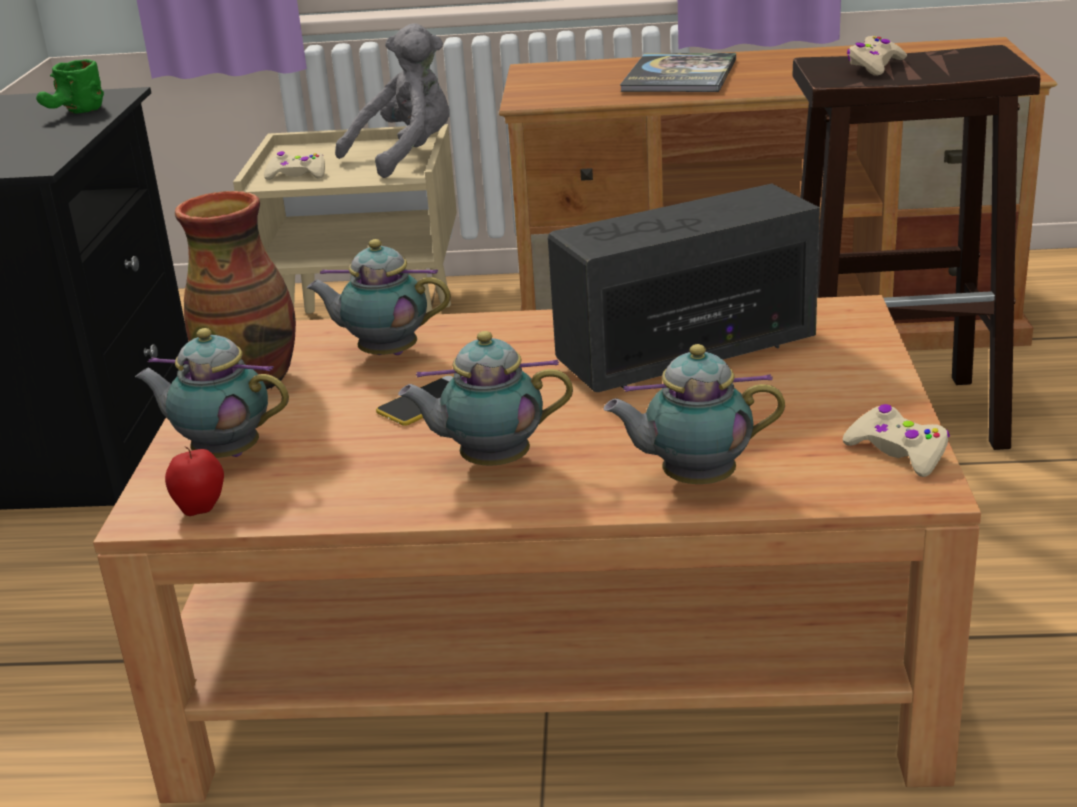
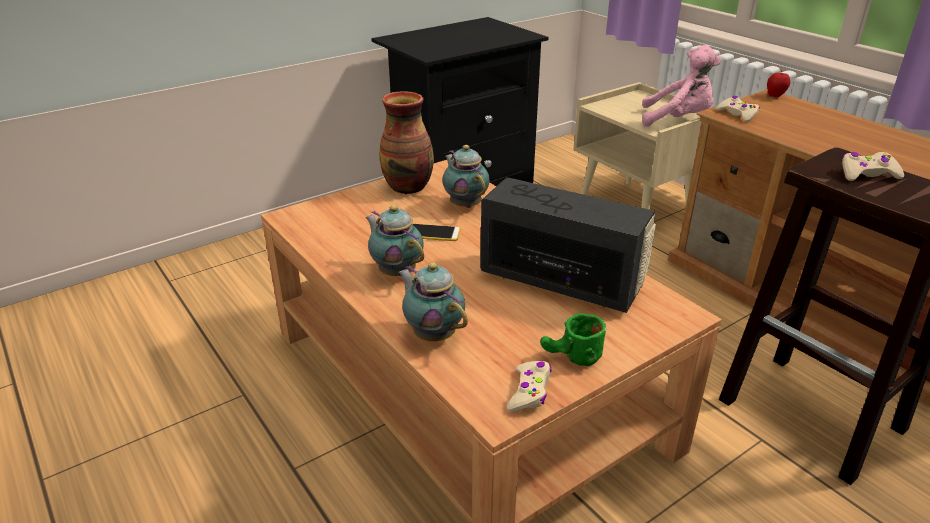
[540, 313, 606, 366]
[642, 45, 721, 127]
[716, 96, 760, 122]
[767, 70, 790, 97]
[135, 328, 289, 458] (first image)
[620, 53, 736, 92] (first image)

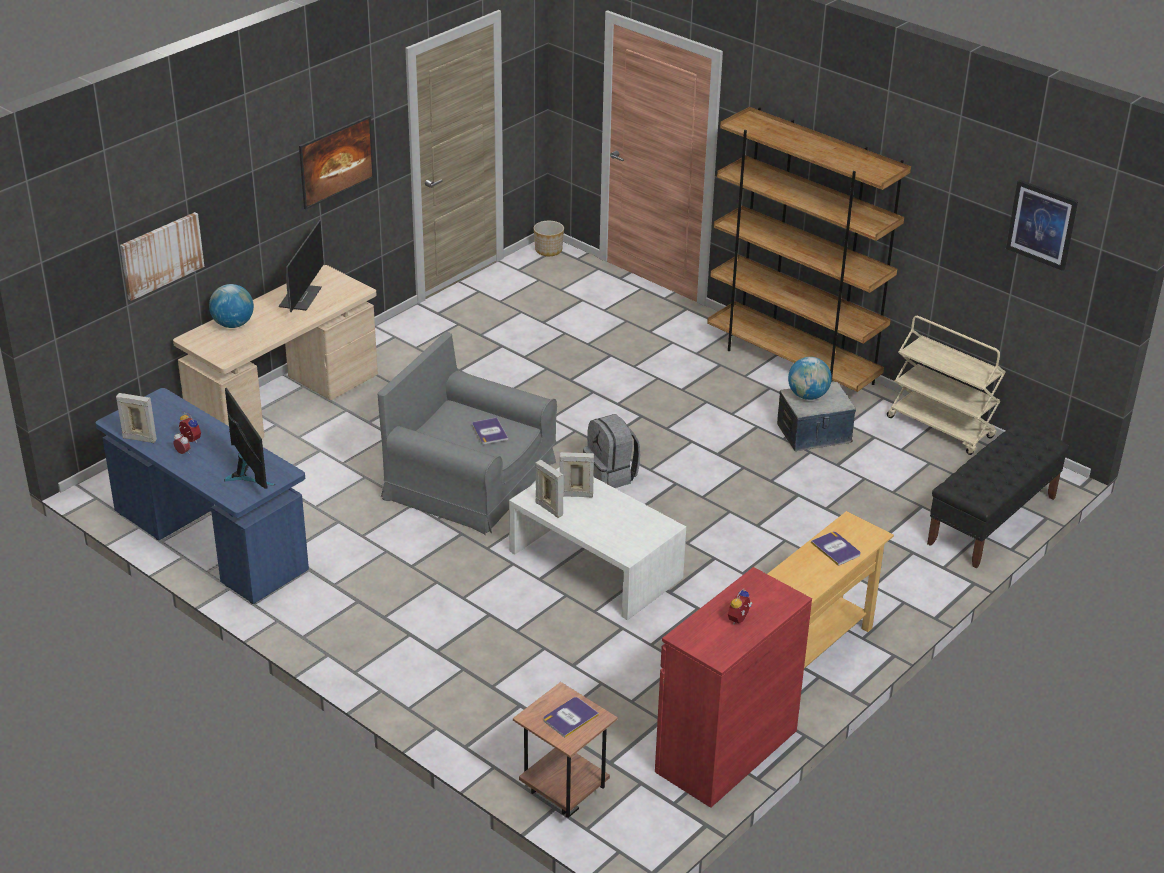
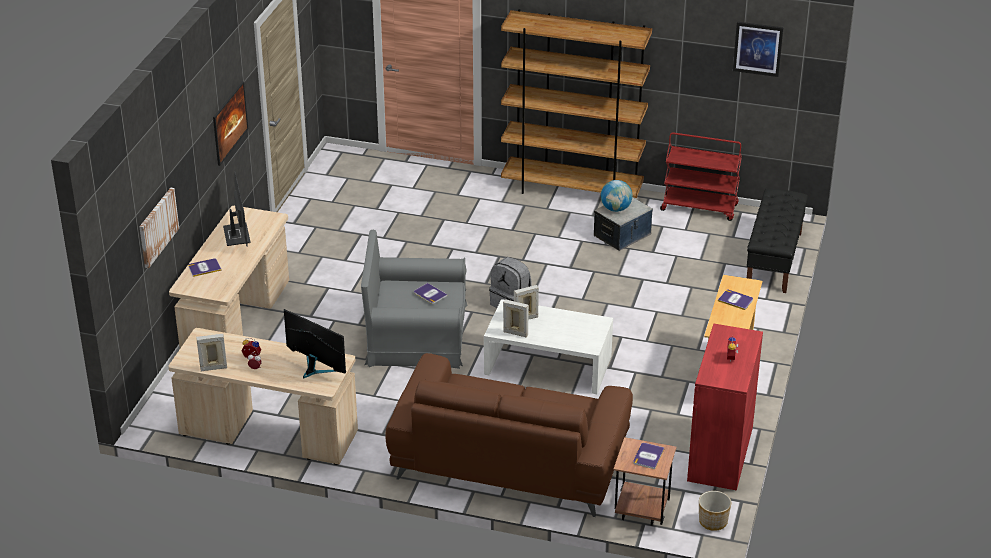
[168, 328, 358, 465]
[188, 258, 222, 277]
[385, 353, 633, 517]
[660, 132, 742, 221]
[699, 491, 731, 531]

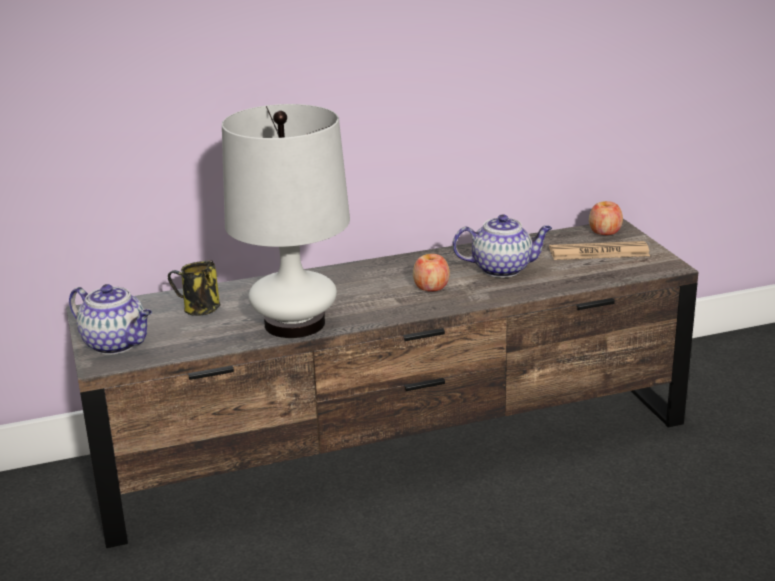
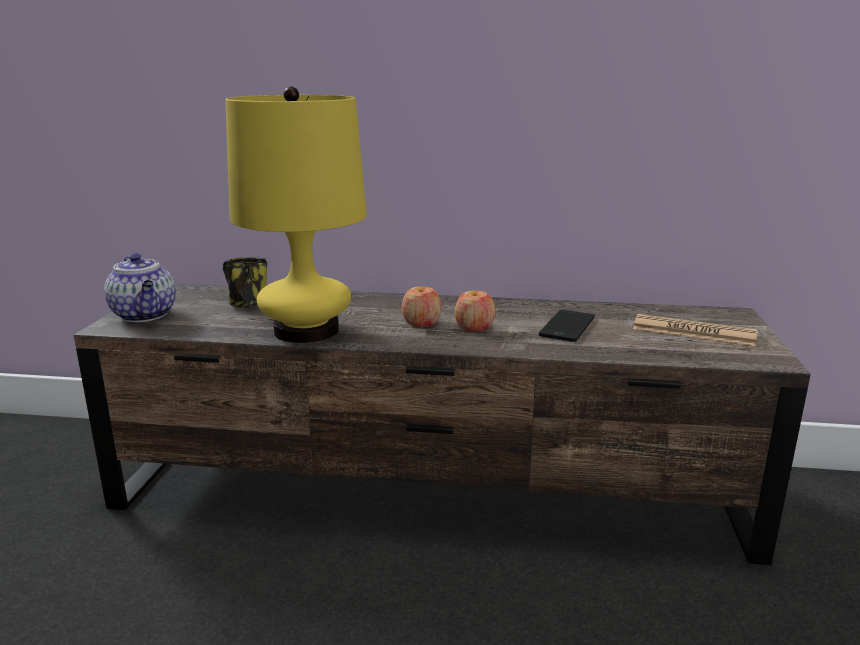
[225, 86, 367, 343]
[402, 287, 442, 327]
[539, 310, 595, 342]

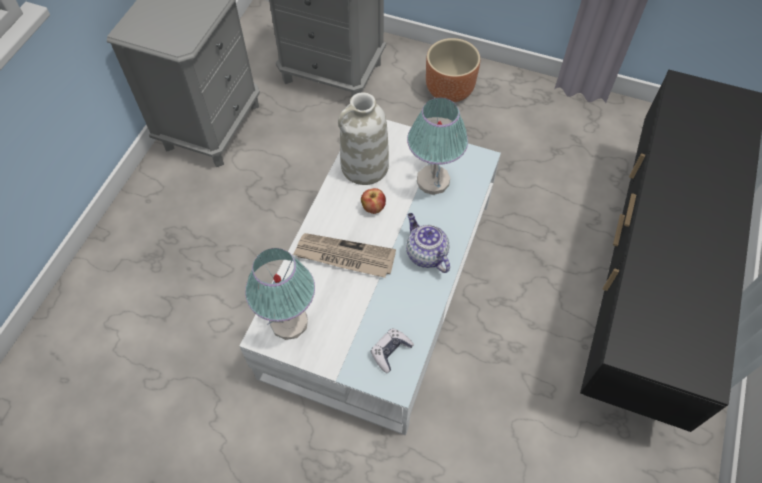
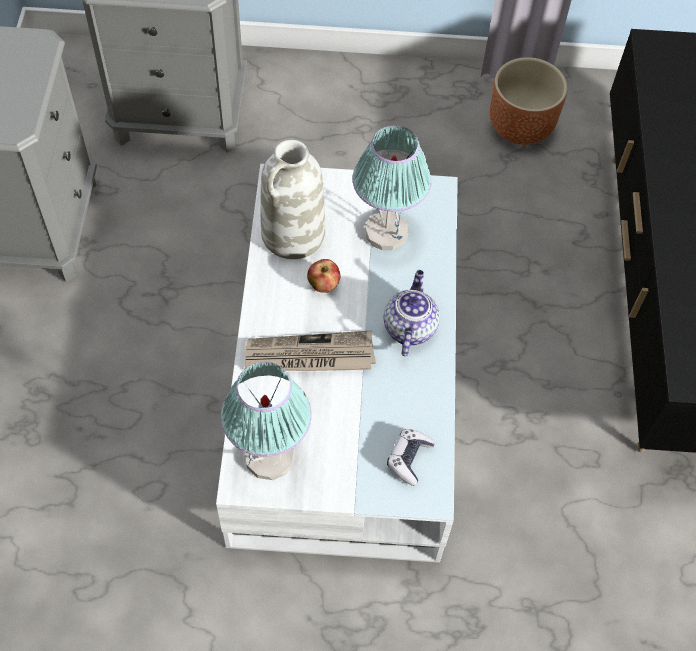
[383, 270, 440, 356]
[490, 57, 568, 145]

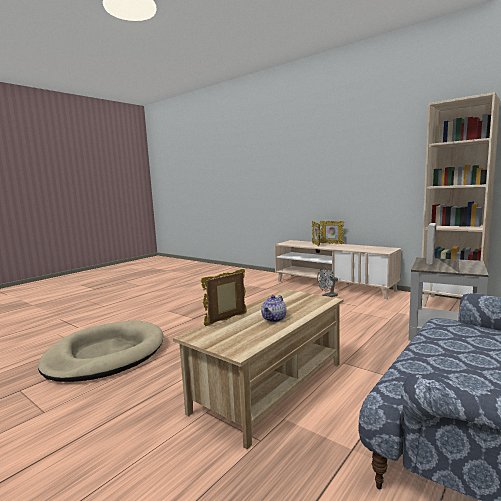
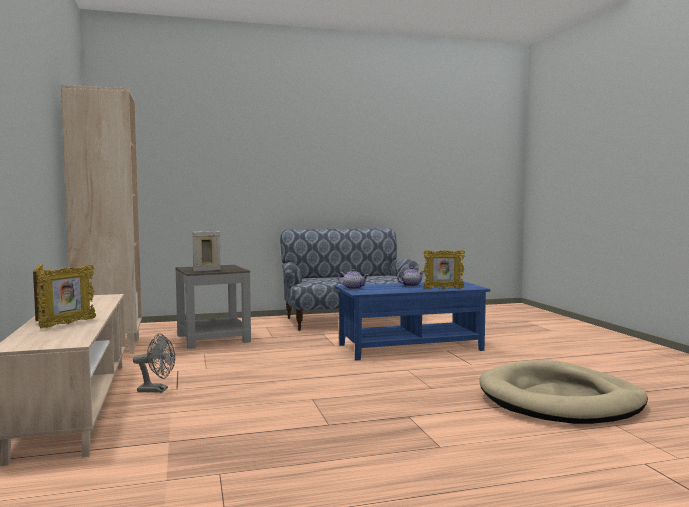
[335, 281, 490, 360]
[338, 269, 369, 290]

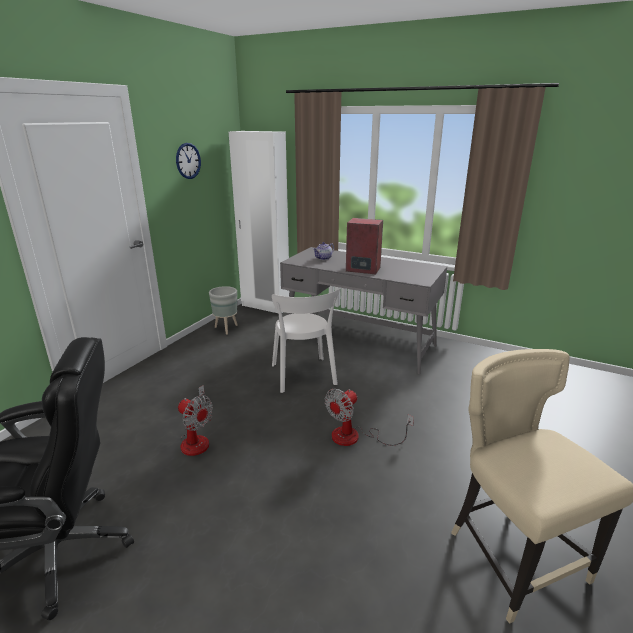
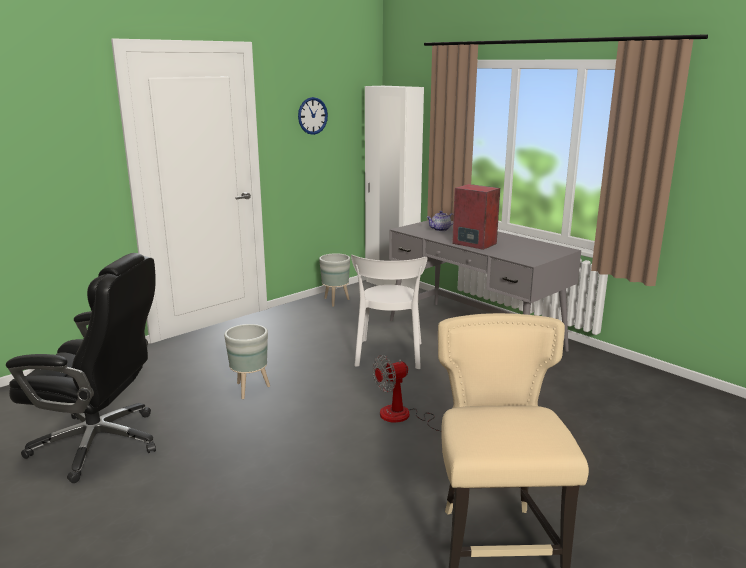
[224, 324, 270, 399]

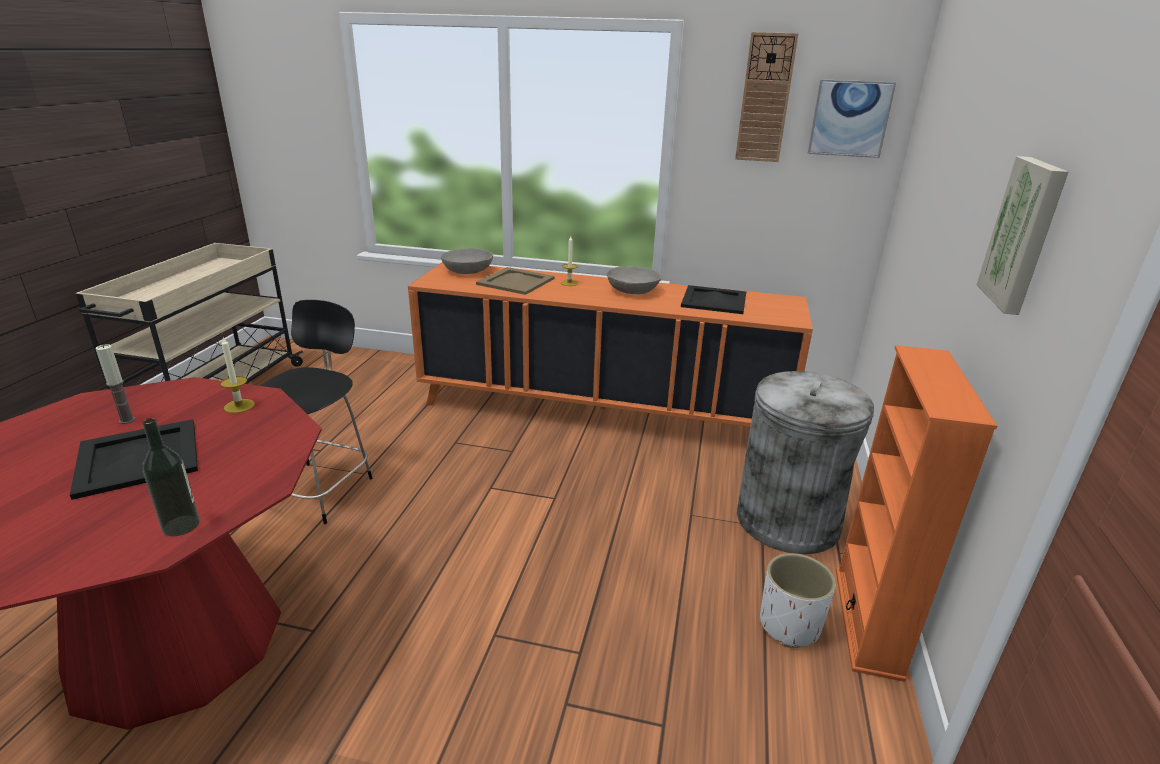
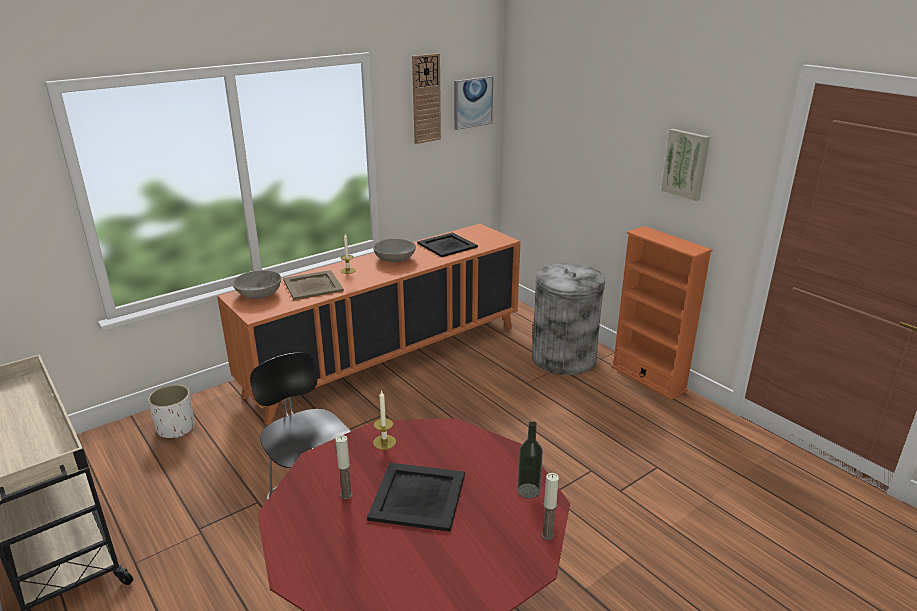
[148, 385, 195, 439]
[541, 473, 559, 540]

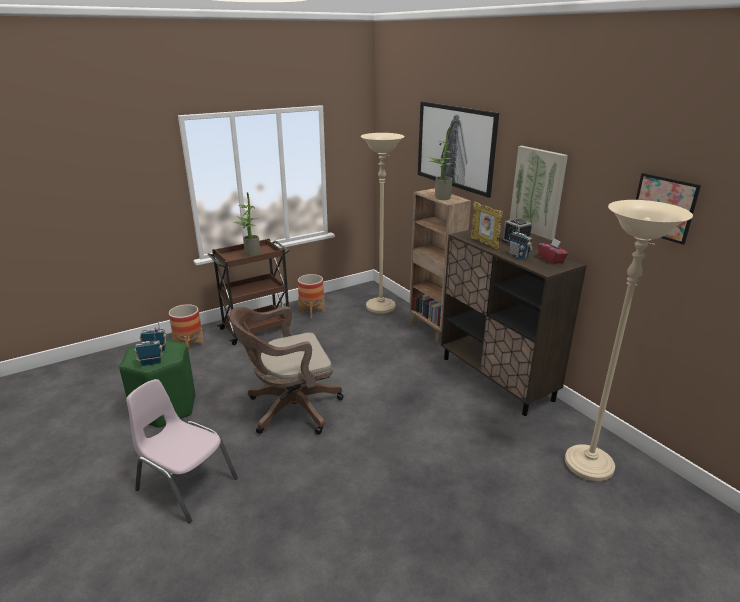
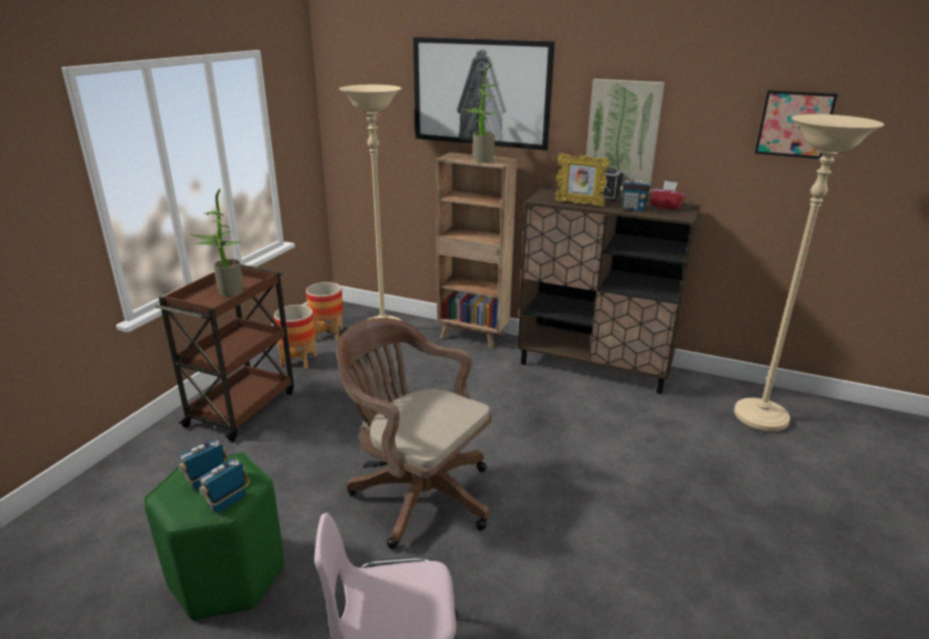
[306, 282, 343, 340]
[337, 318, 492, 549]

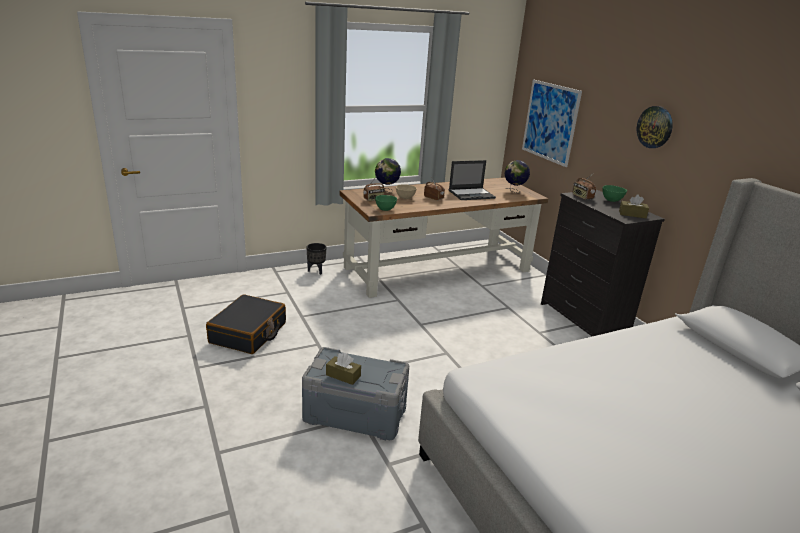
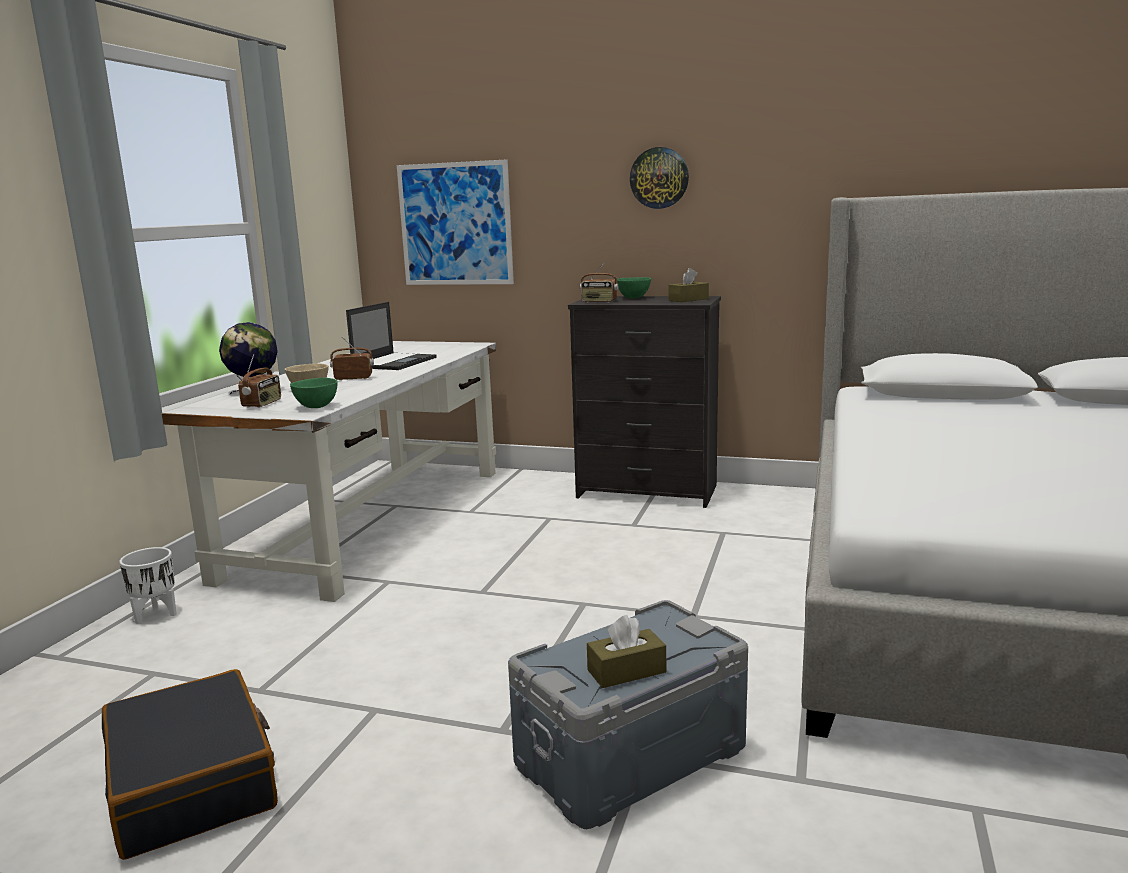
[119, 547, 177, 624]
[161, 341, 496, 602]
[505, 160, 530, 193] (first image)

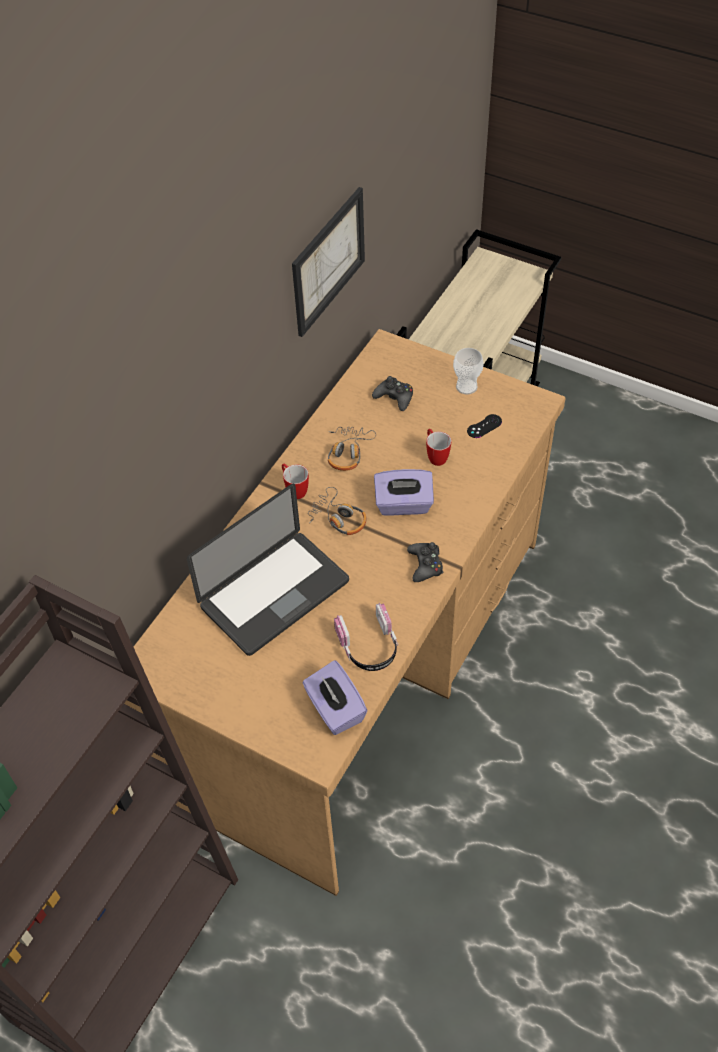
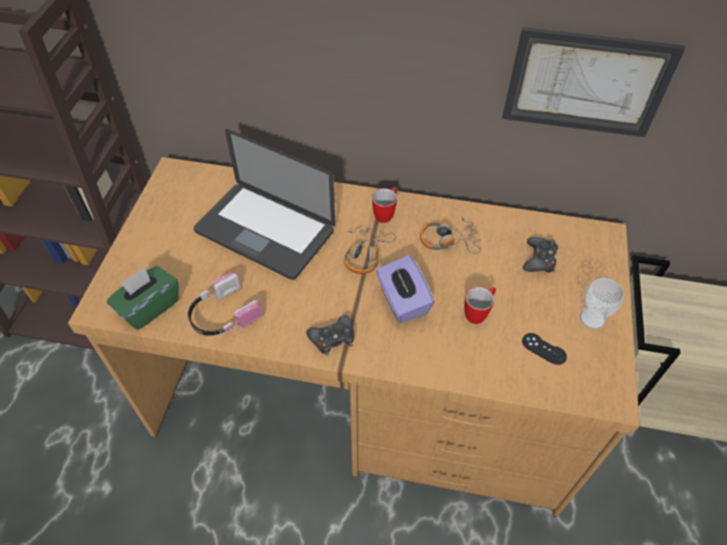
[107, 266, 179, 330]

